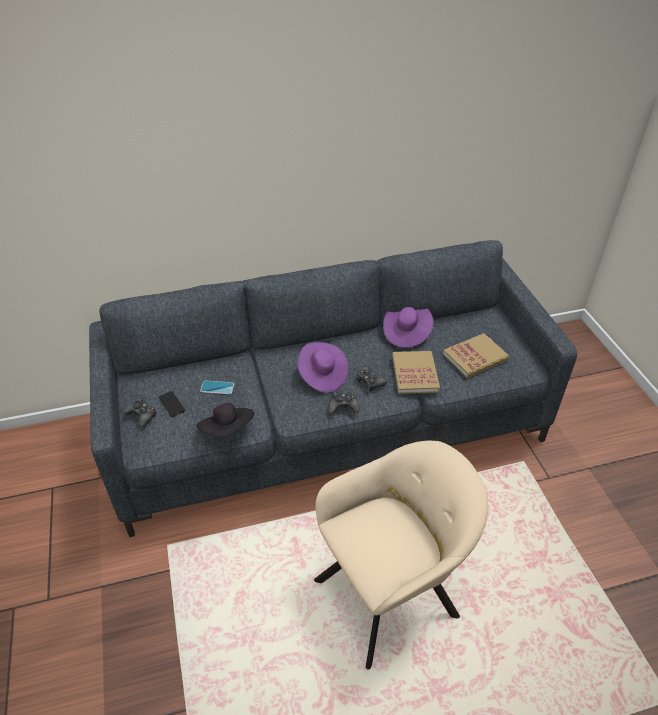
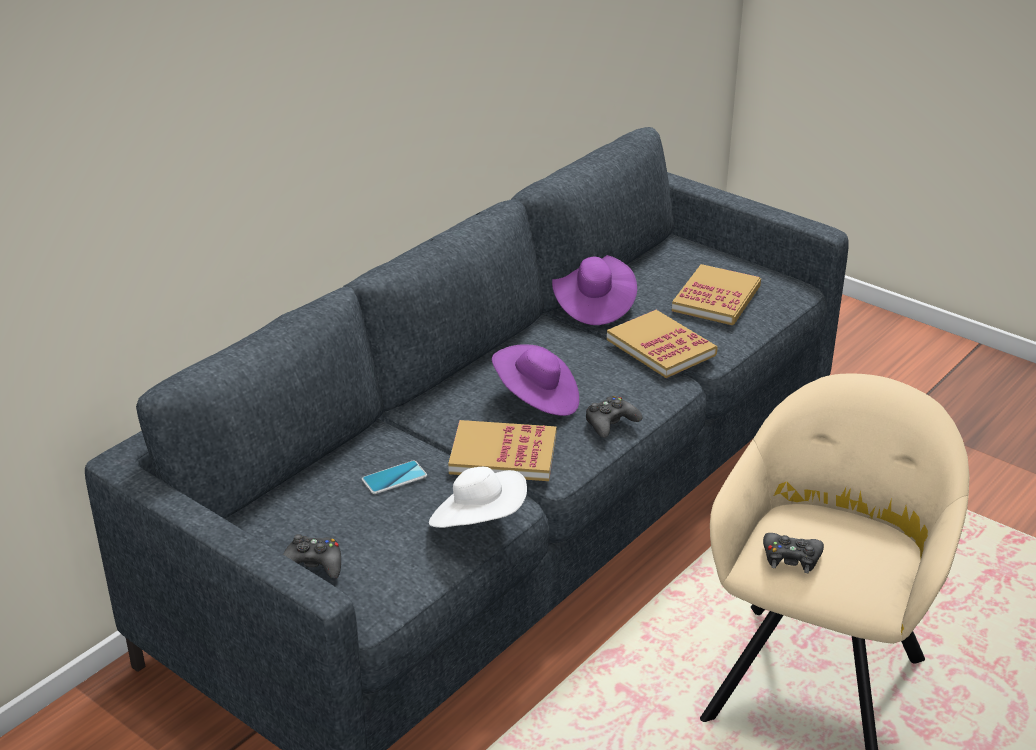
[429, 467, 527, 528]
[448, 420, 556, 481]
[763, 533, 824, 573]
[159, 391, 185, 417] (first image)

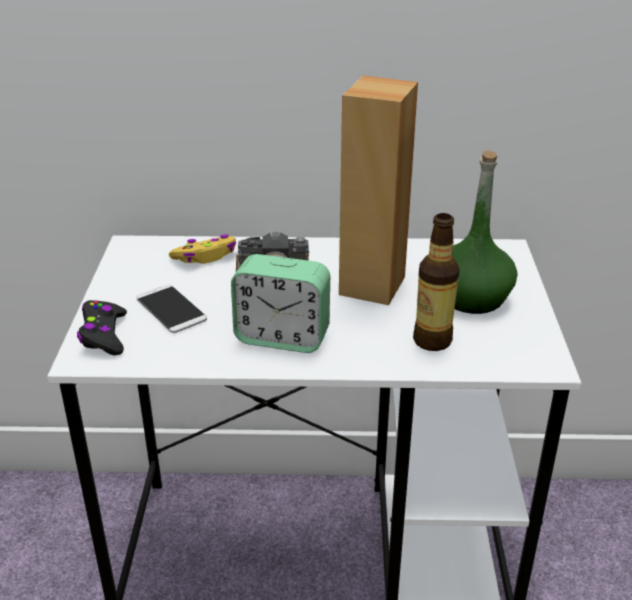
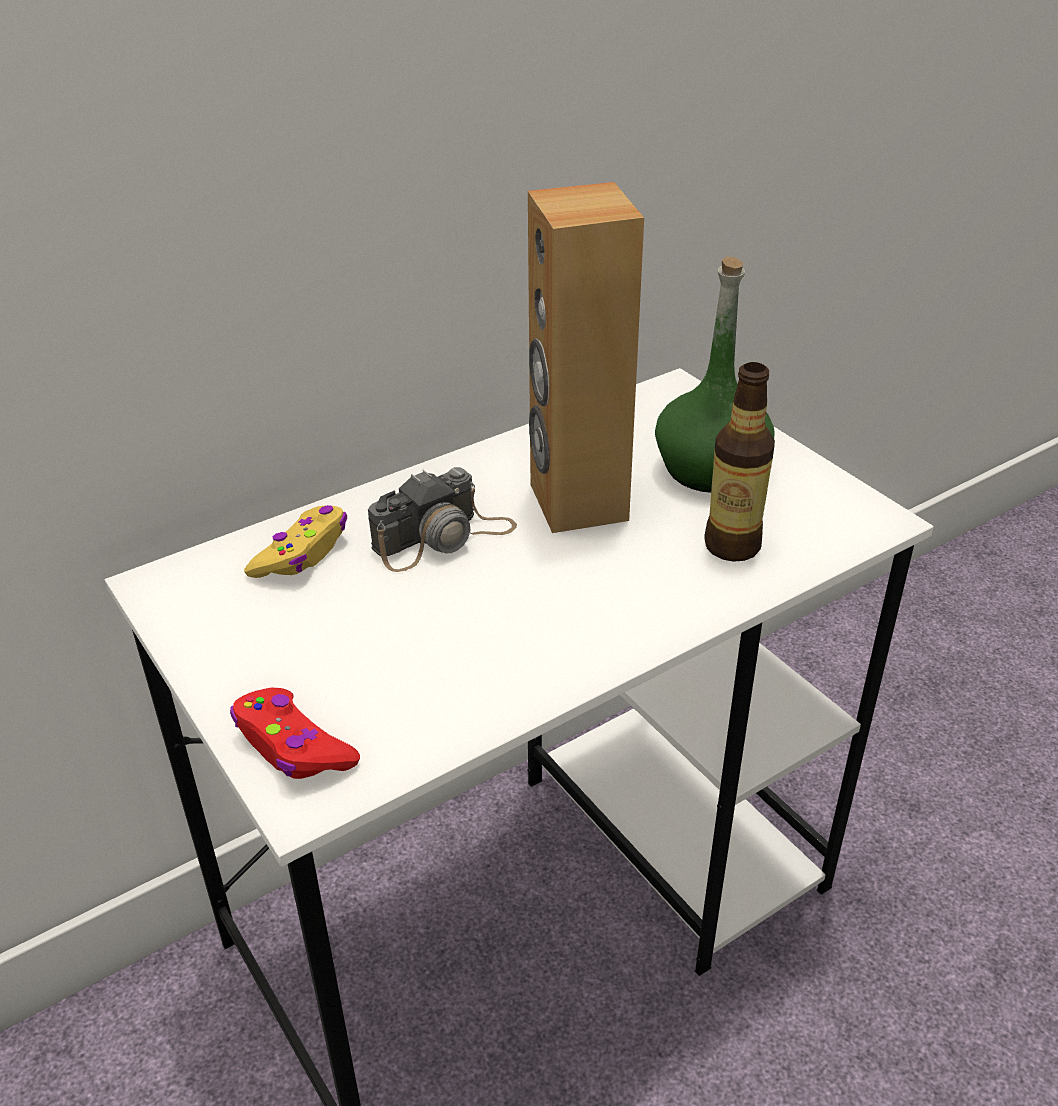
[230, 688, 360, 779]
[136, 285, 207, 333] (first image)
[231, 254, 330, 353] (first image)

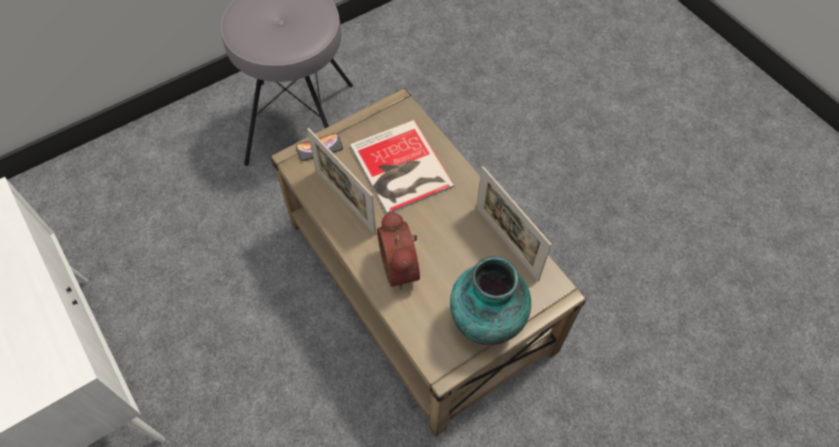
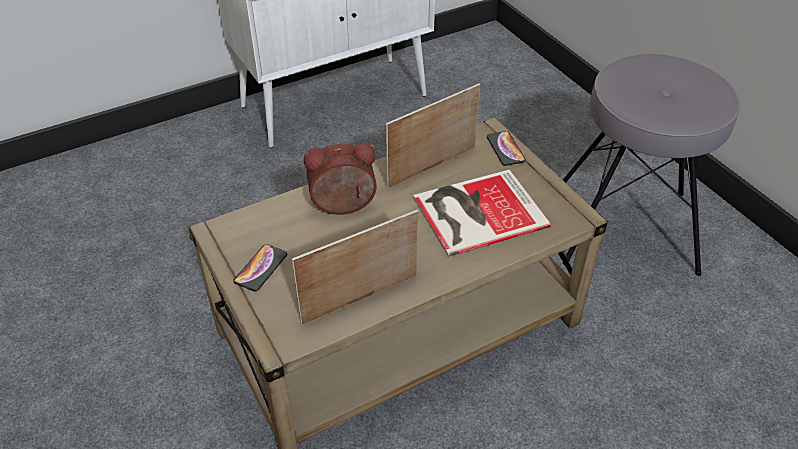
[233, 244, 287, 291]

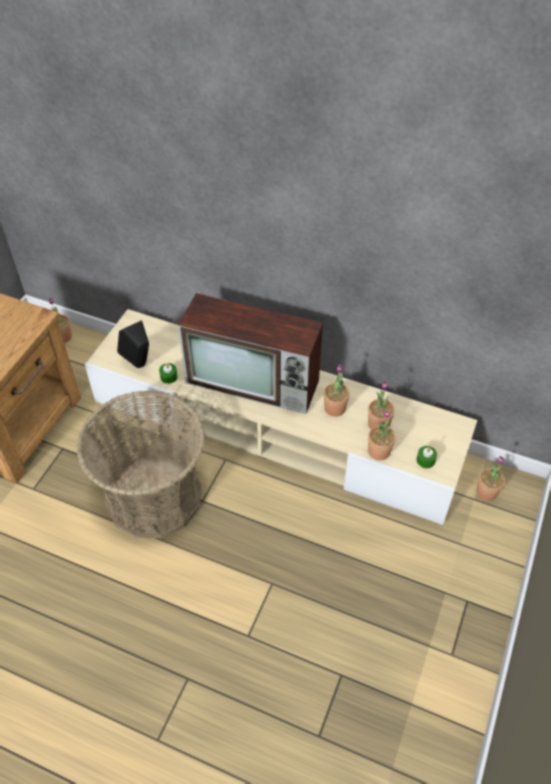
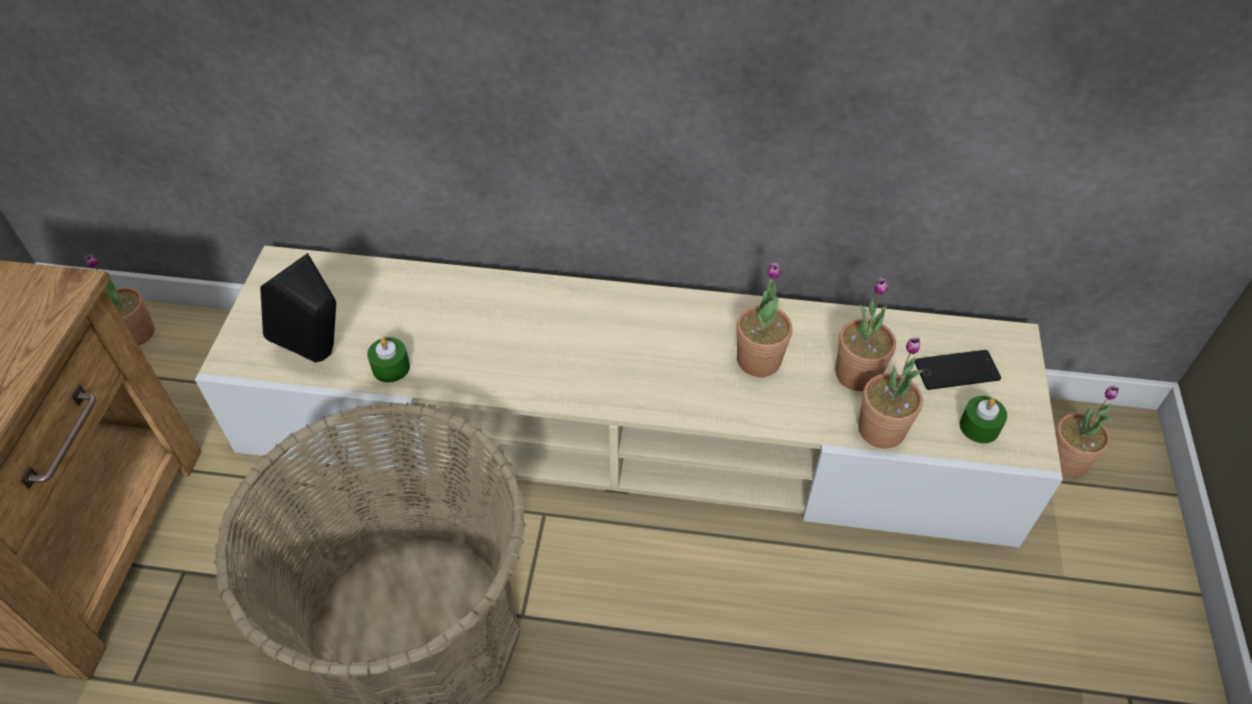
[915, 350, 1001, 390]
[178, 293, 323, 414] (first image)

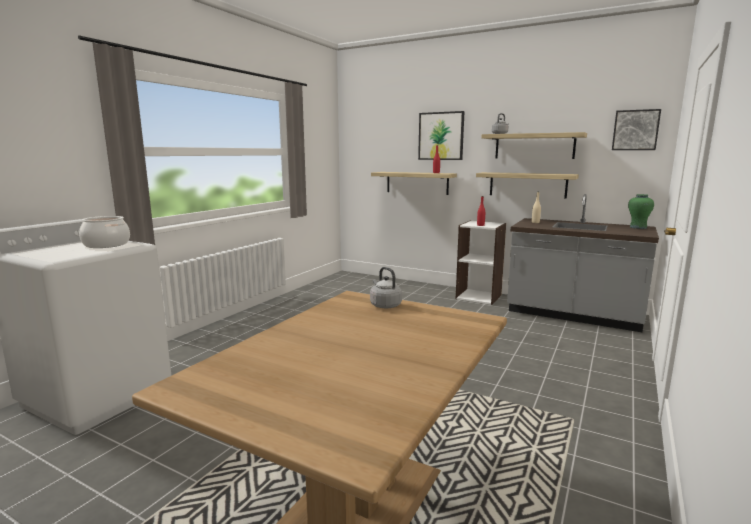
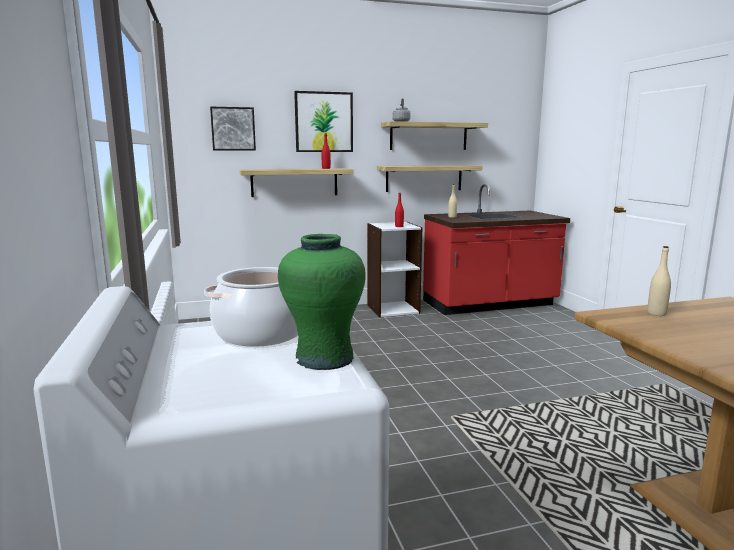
[210, 107, 256, 150]
[278, 234, 366, 370]
[423, 184, 570, 315]
[647, 246, 671, 316]

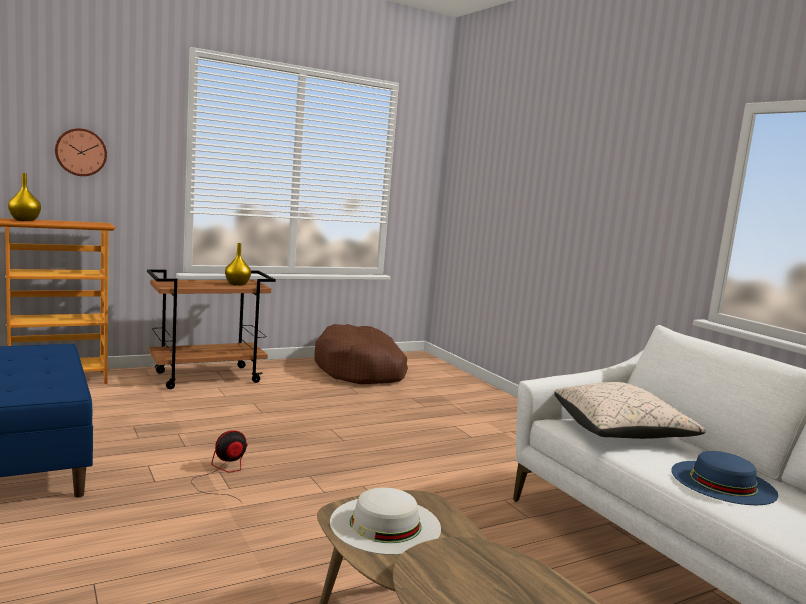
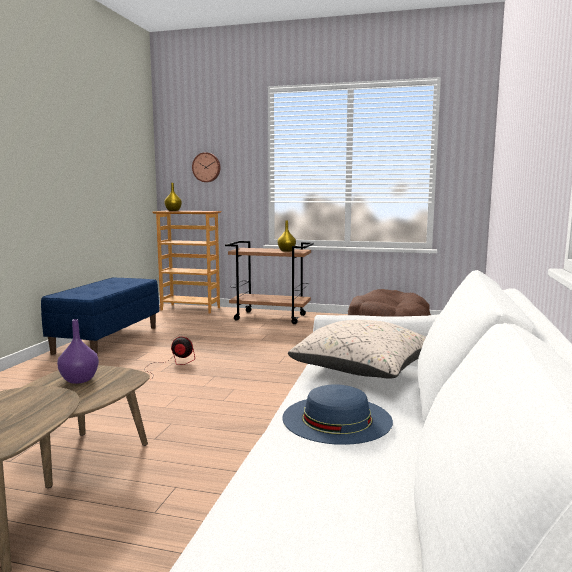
[57, 319, 99, 384]

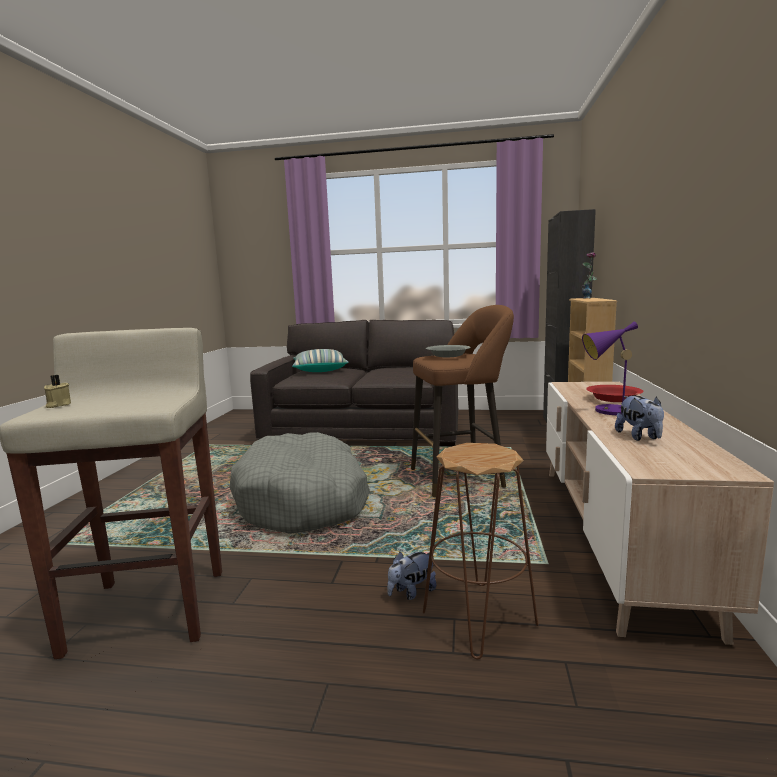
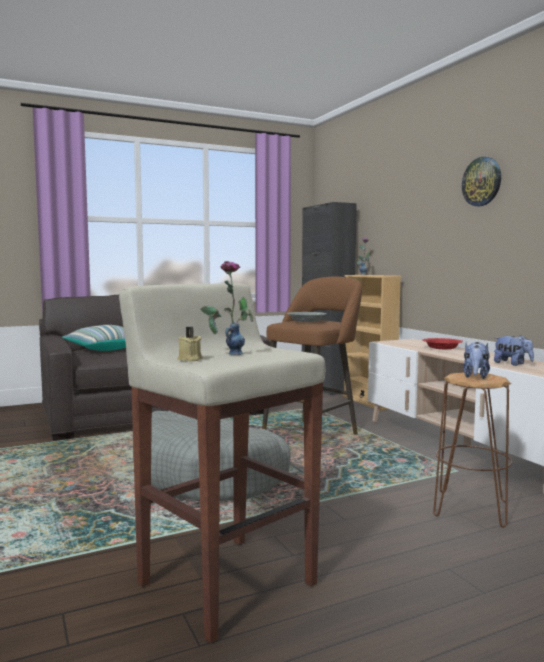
[200, 261, 253, 355]
[462, 157, 501, 206]
[463, 342, 490, 379]
[582, 322, 638, 415] (first image)

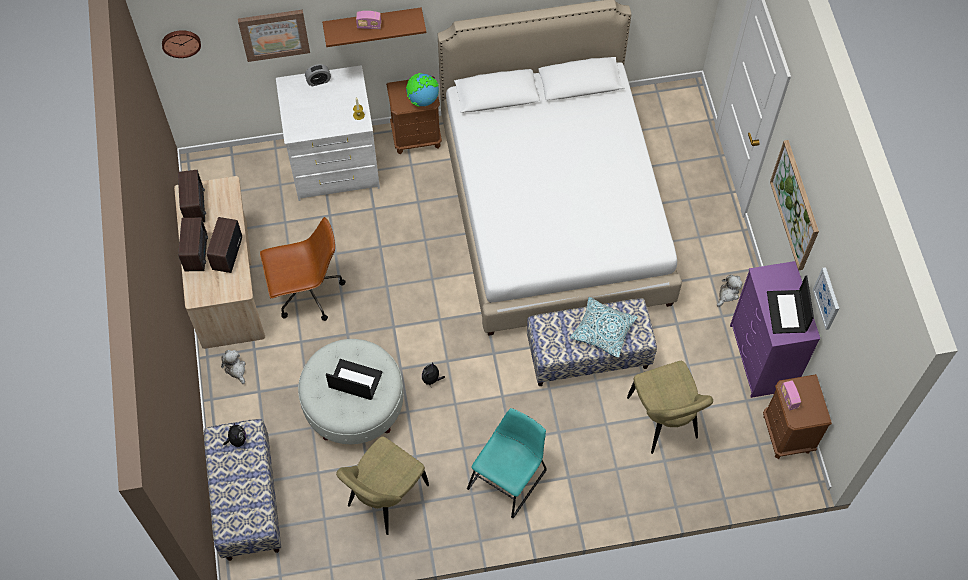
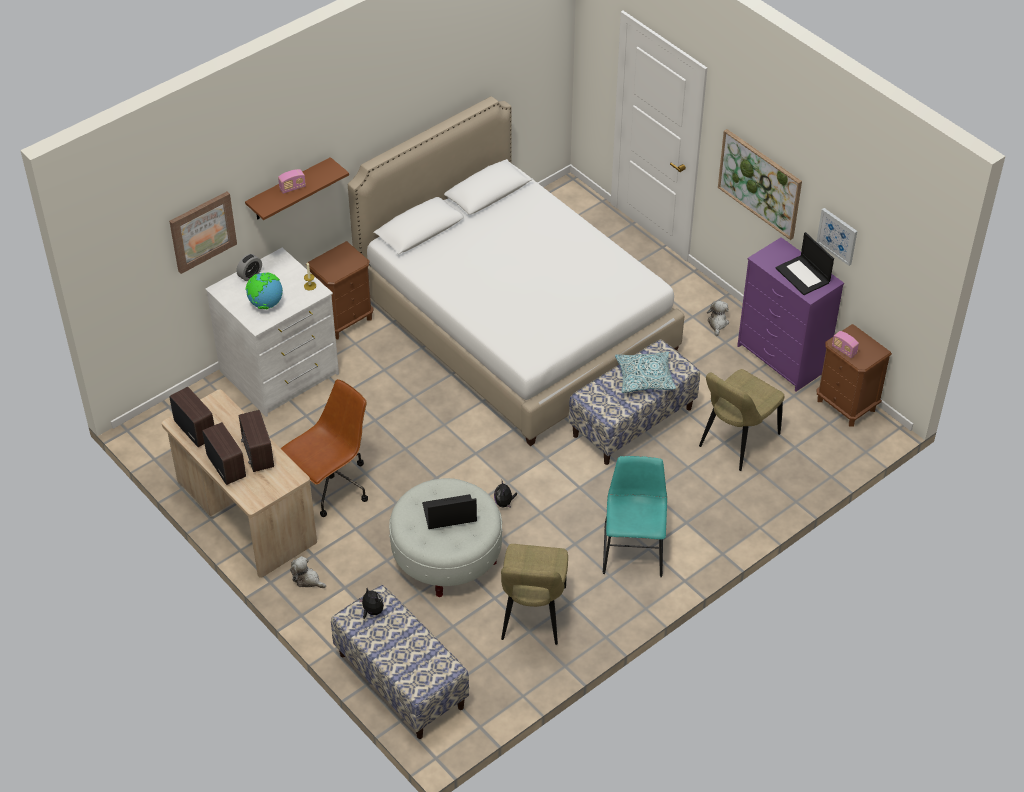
[246, 272, 283, 309]
[699, 369, 784, 471]
[162, 30, 201, 58] (first image)

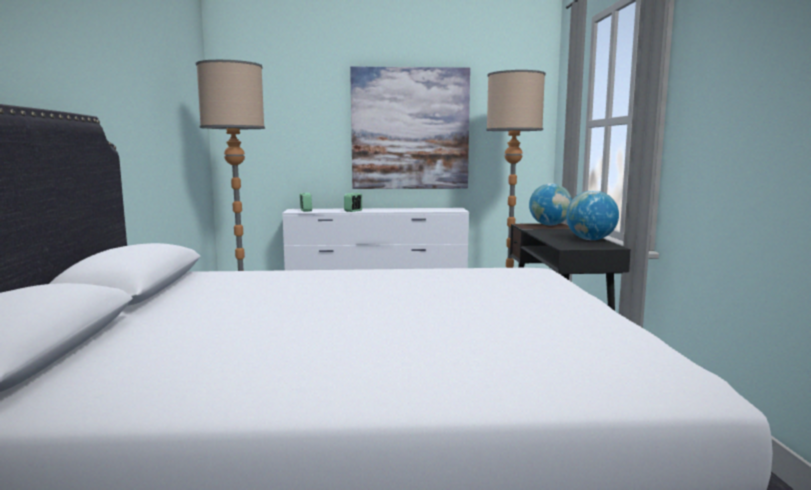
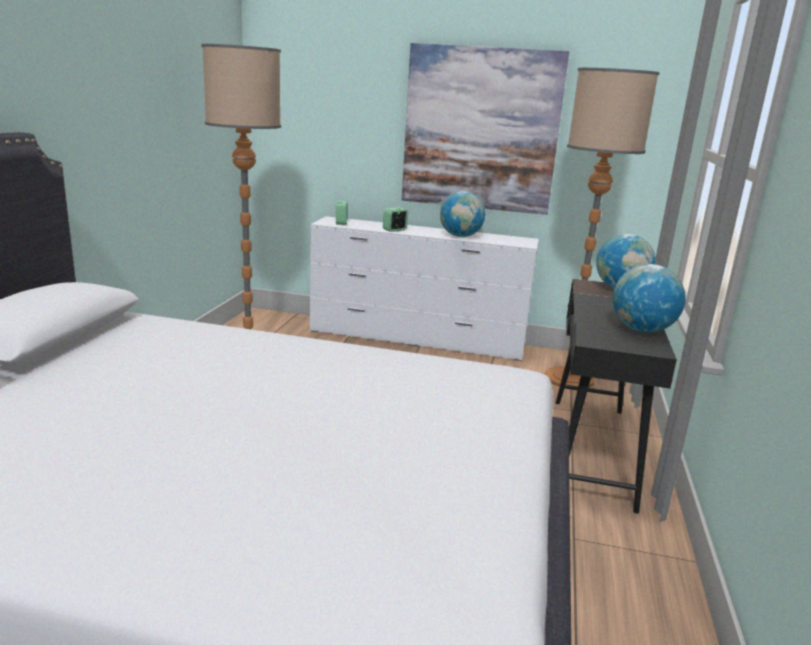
[440, 191, 485, 237]

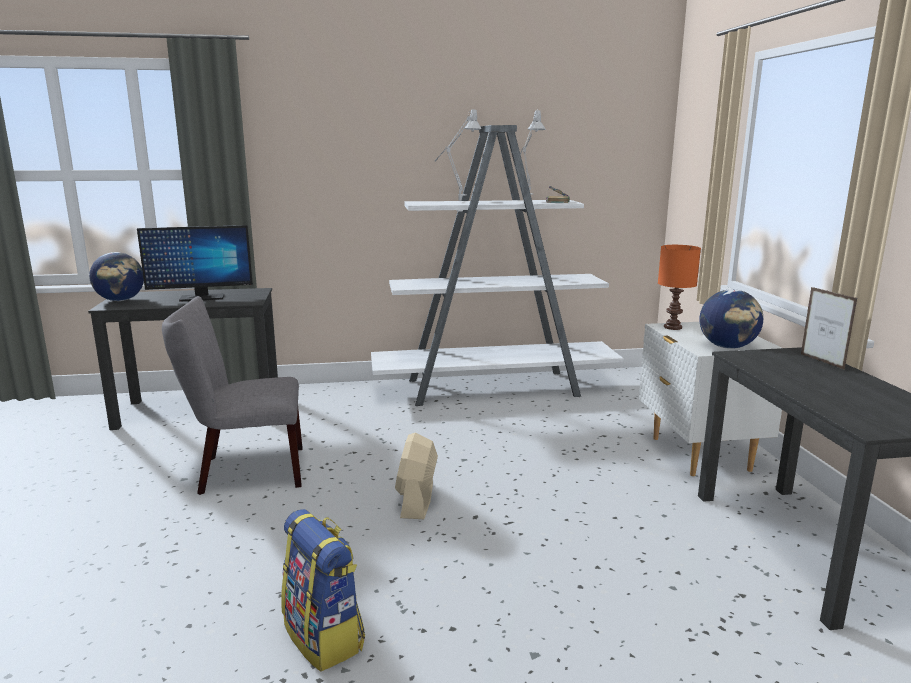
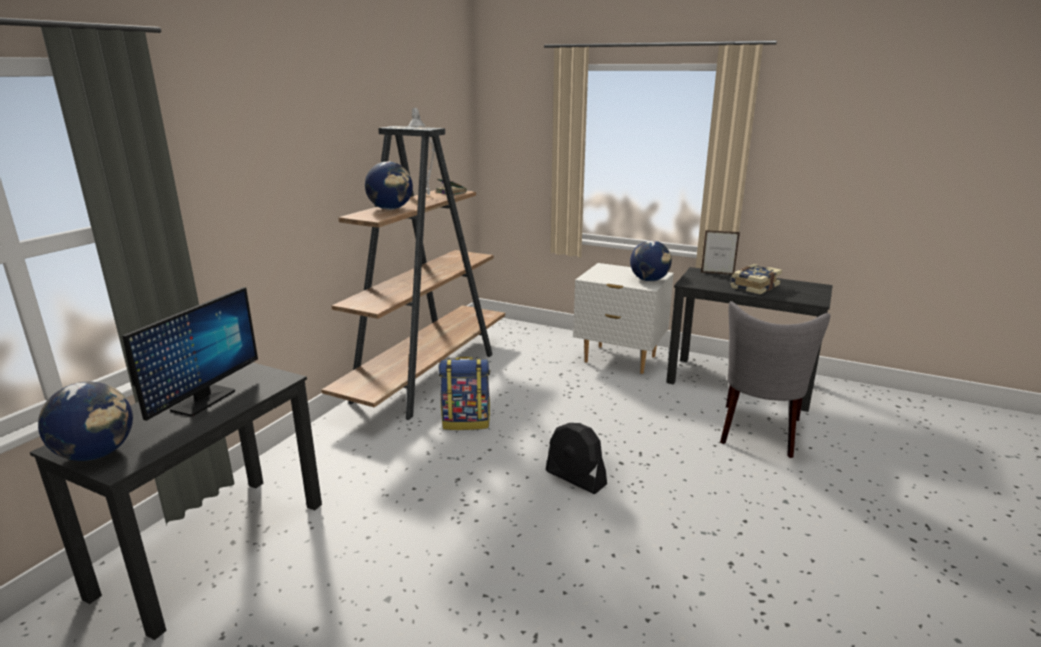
[321, 126, 505, 420]
[365, 161, 413, 210]
[439, 357, 490, 430]
[546, 423, 607, 494]
[720, 301, 830, 458]
[730, 264, 782, 295]
[658, 245, 701, 330] (first image)

